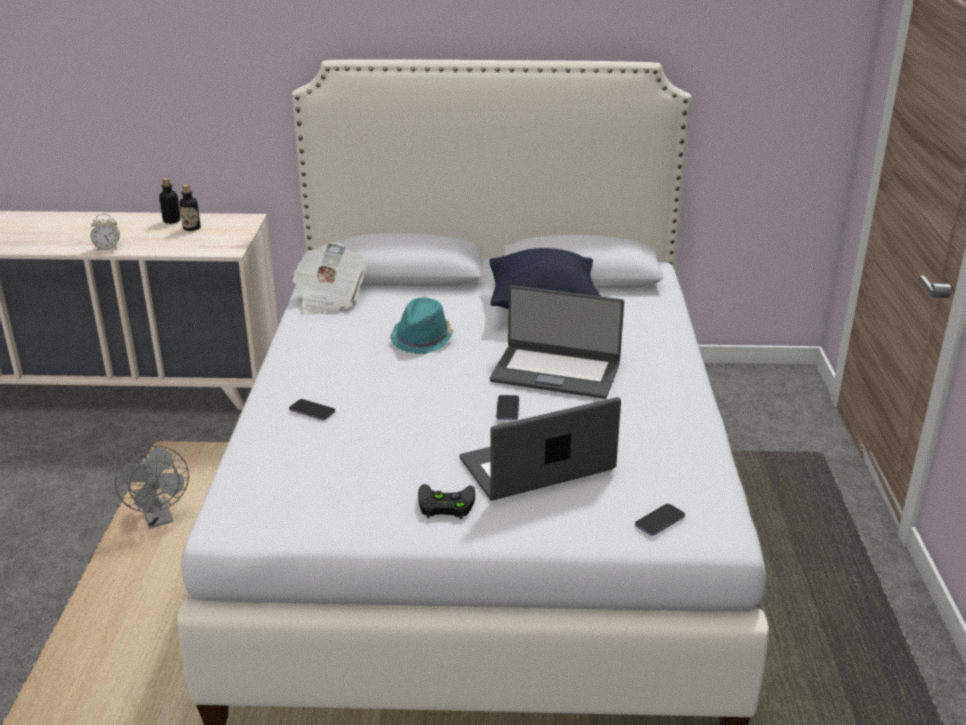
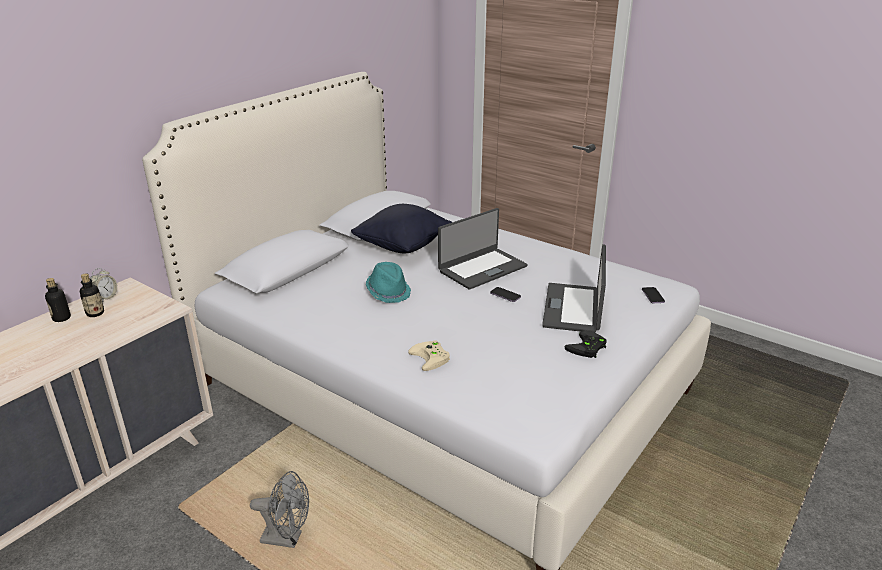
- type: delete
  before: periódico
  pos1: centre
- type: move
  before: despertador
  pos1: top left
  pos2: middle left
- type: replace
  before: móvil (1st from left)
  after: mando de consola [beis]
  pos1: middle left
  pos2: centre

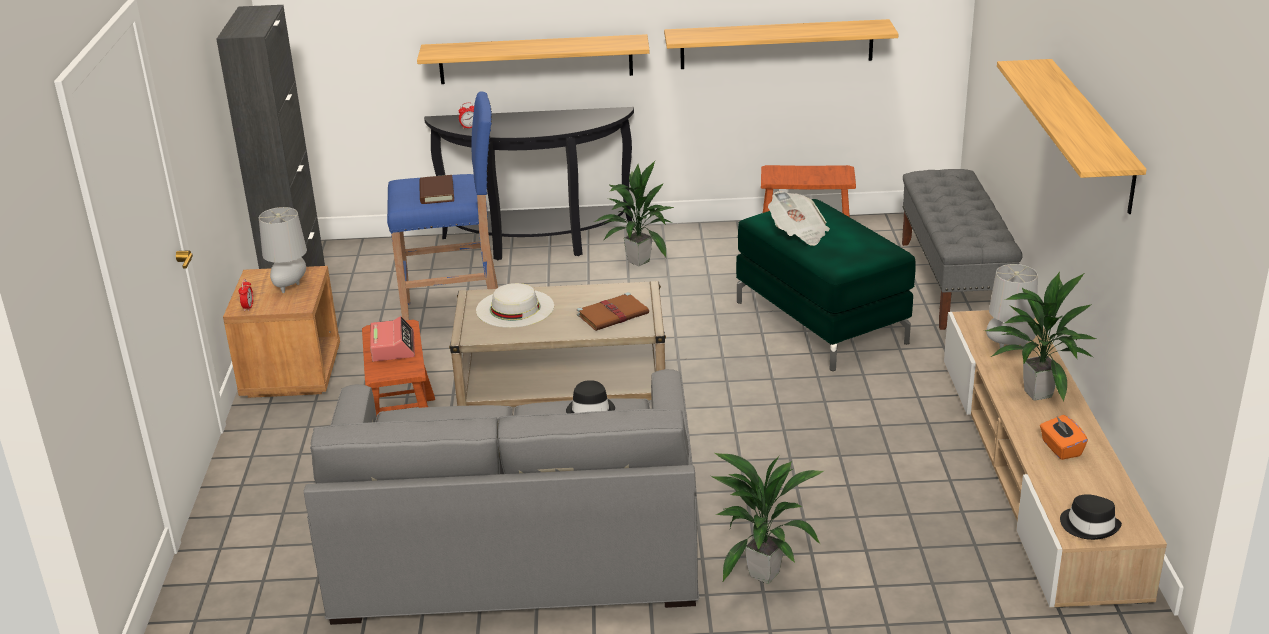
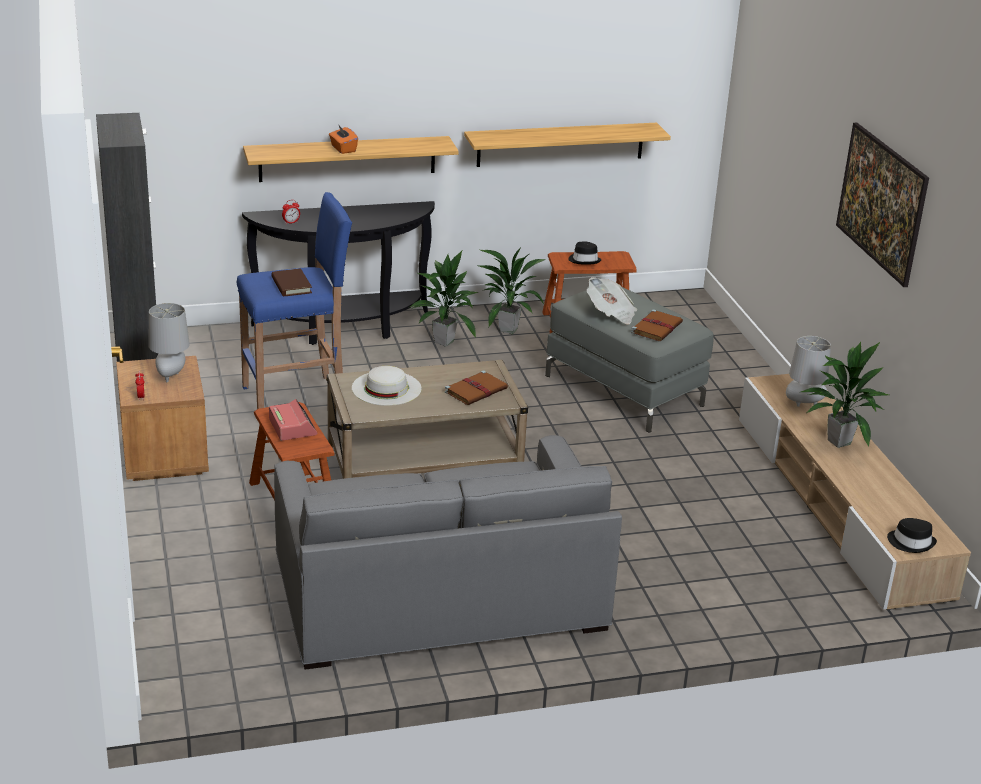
- type: delete
  before: banco [gris]
  pos1: middle right
- type: insert
  after: libro [marrón] (3rd from left)
  pos2: middle right
- type: move
  before: sombrero [negro] (1st from left)
  pos1: centre
  pos2: top centre
- type: move
  before: planta en maceta (2nd from left)
  pos1: bottom centre
  pos2: centre
- type: move
  before: caja de pañuelos [naranja]
  pos1: bottom right
  pos2: top centre
- type: replace
  before: estante (3rd from left)
  after: cuadro
  pos1: top right
  pos2: top right
- type: recolor
  before: puf [verde]
  after: puf [gris]
  pos1: centre
  pos2: centre

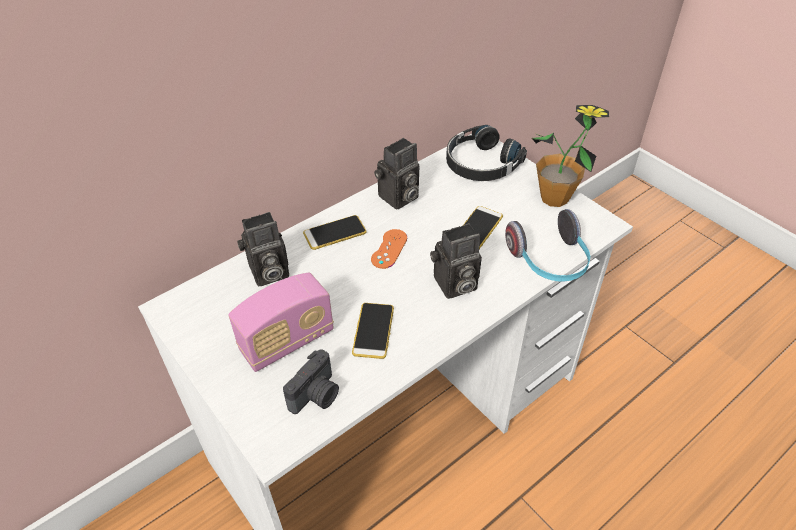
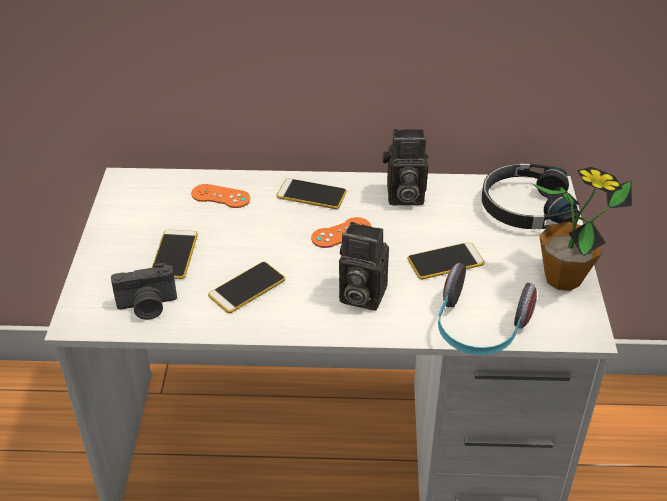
- type: replace
  before: radio
  after: móvil (1st from left)
  pos1: centre
  pos2: middle left
- type: replace
  before: cámara (1st from left)
  after: mando de consola [naranja] (1st from left)
  pos1: middle left
  pos2: middle left

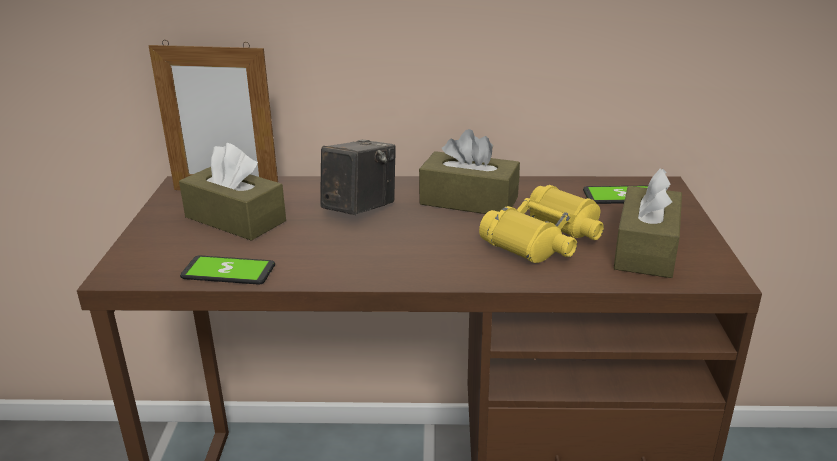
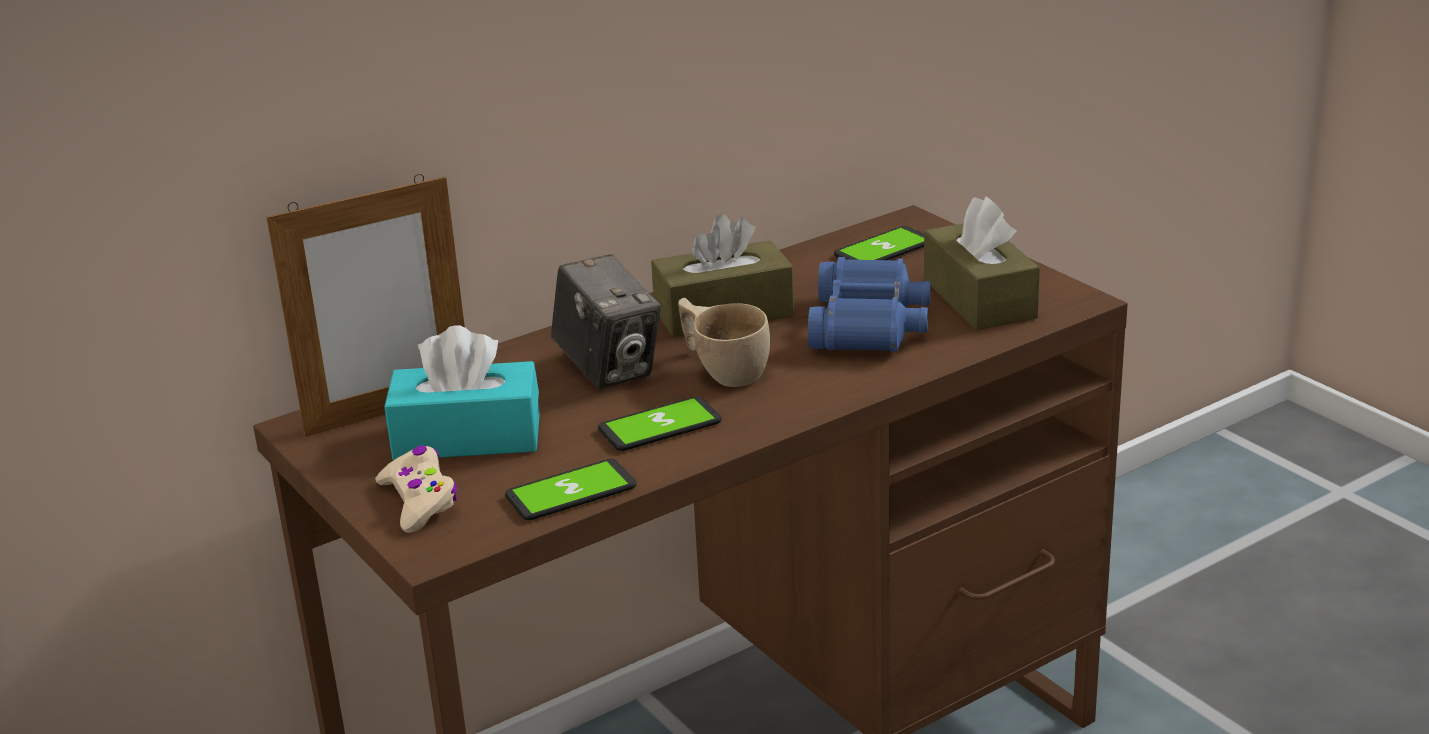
- type: insert
  after: mando de consola [beis]
  pos2: middle left
- type: insert
  after: móvil (2nd from left)
  pos2: centre
- type: insert
  after: taza [beis]
  pos2: centre
- type: recolor
  before: caja de pañuelos [marrón] (1st from left)
  after: caja de pañuelos [turquesa]
  pos1: middle left
  pos2: middle left
- type: recolor
  before: prismáticos [amarillo]
  after: prismáticos [azul]
  pos1: centre
  pos2: centre
- type: rotate
  before: cámara
  pos1: centre
  pos2: centre
  turn: 150

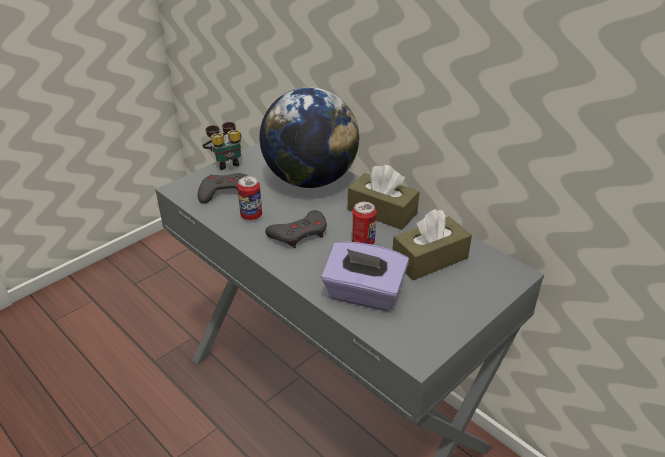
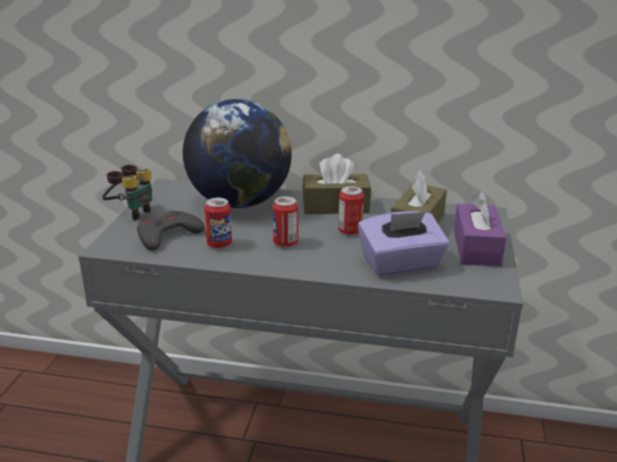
- type: insert
  after: caja de pañuelos [morado] (2nd from left)
  pos2: middle right
- type: replace
  before: mando de consola [gris] (2nd from left)
  after: lata (2nd from left)
  pos1: centre
  pos2: centre

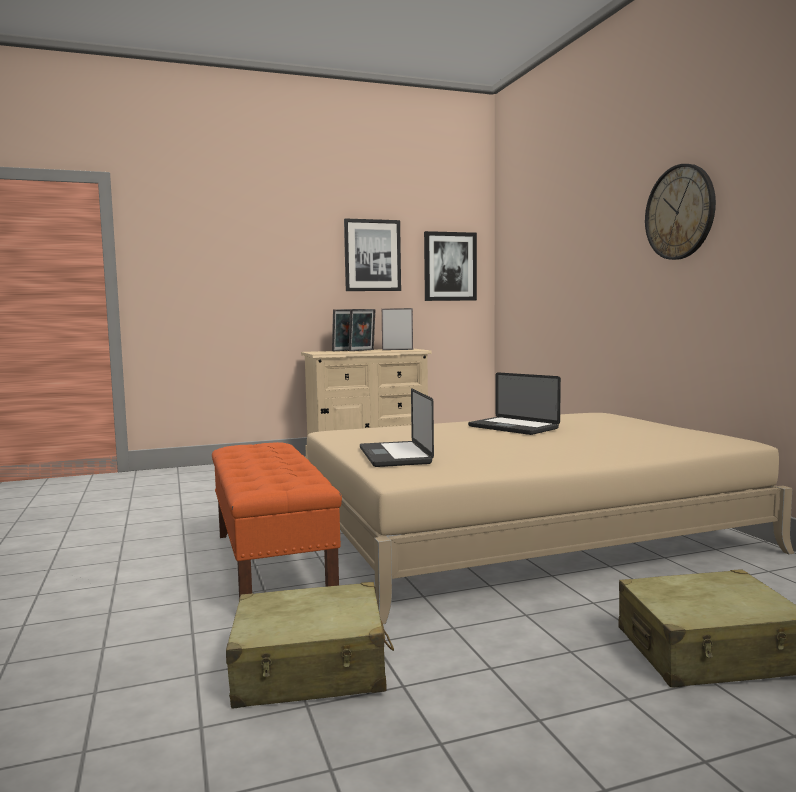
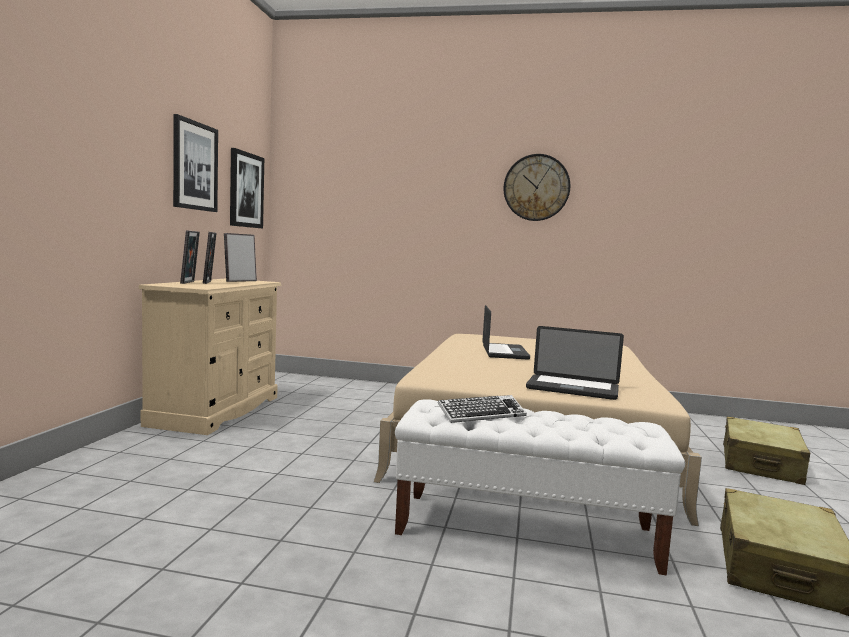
- type: insert
  after: teclado
  pos2: centre
- type: recolor
  before: banco [naranja]
  after: banco [blanco]
  pos1: centre
  pos2: bottom centre
- type: rotate
  before: portátil (2nd from left in the first image)
  pos1: centre
  pos2: centre
  turn: -75

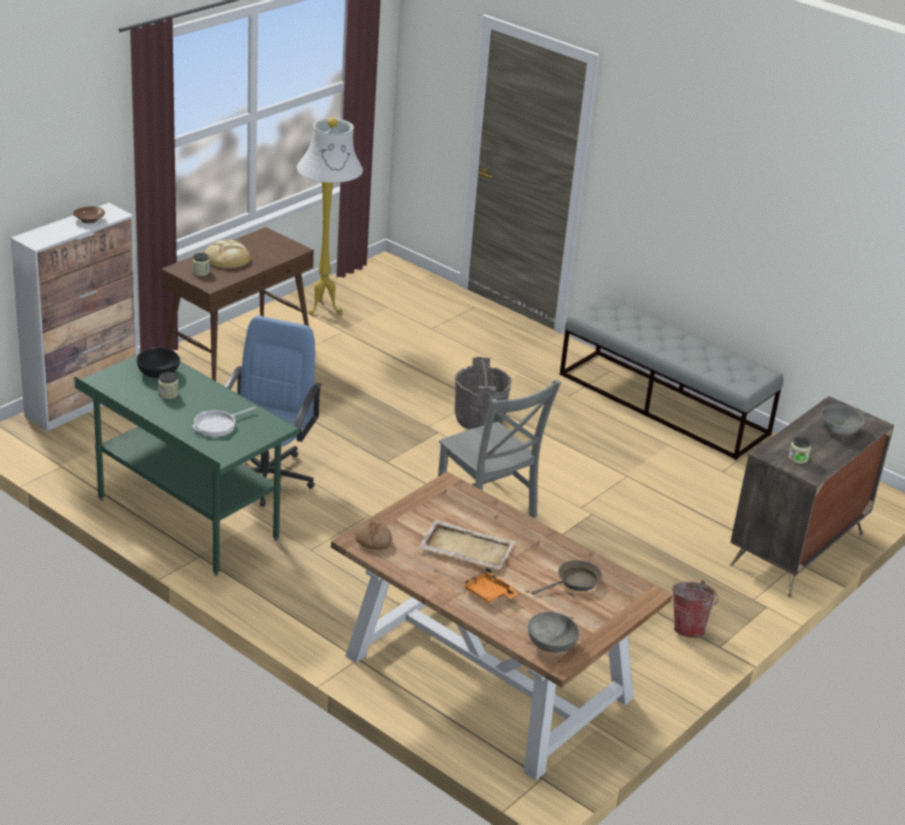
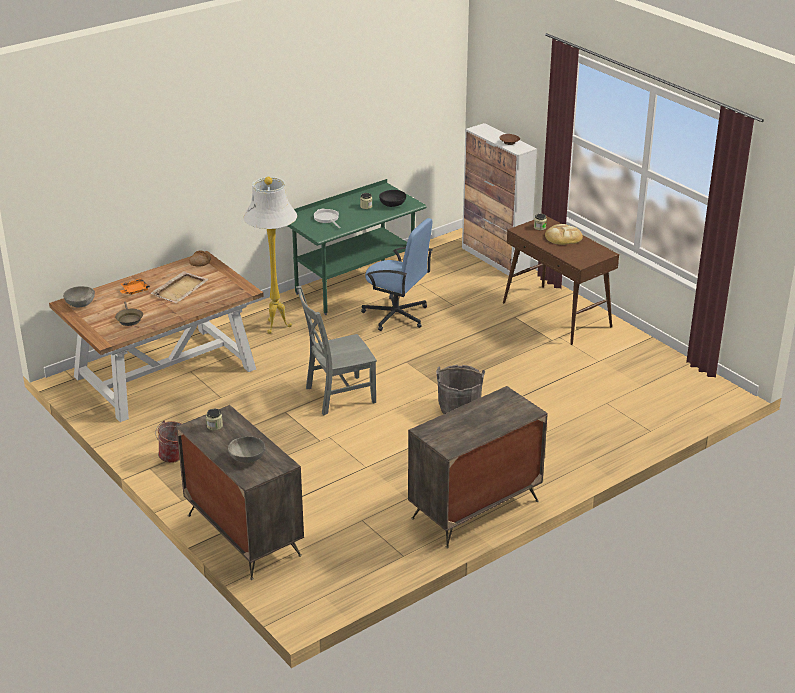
- type: move
  before: lámpara de pie [blanco]
  pos1: top centre
  pos2: centre
- type: replace
  before: banco [gris]
  after: cómoda (2nd from left)
  pos1: middle right
  pos2: bottom centre

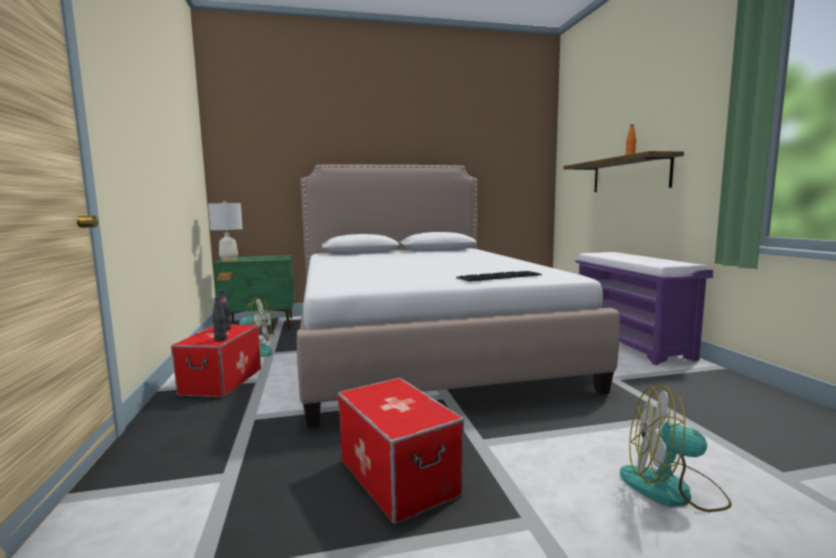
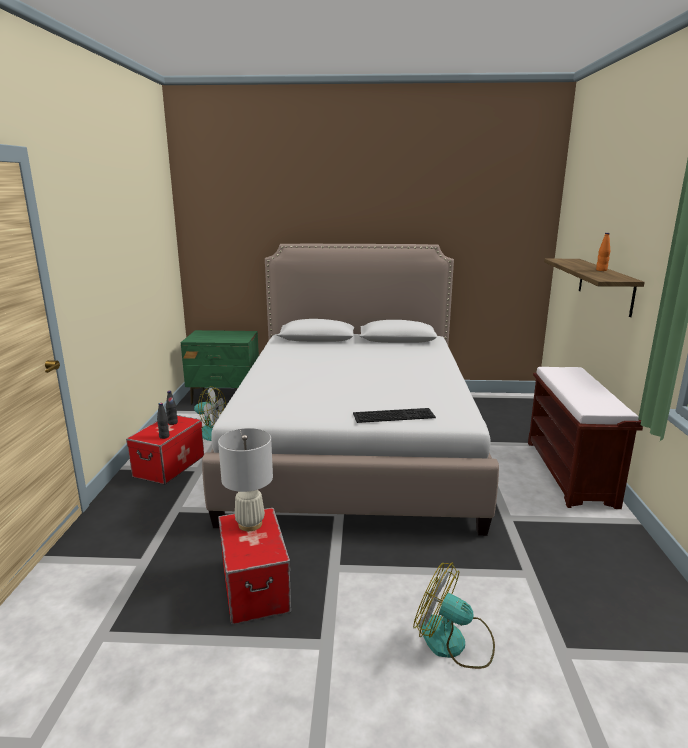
- type: move
  before: lámpara de mesa [blanco]
  pos1: middle left
  pos2: centre
- type: recolor
  before: banco [morado]
  after: banco [marrón]
  pos1: middle right
  pos2: middle right

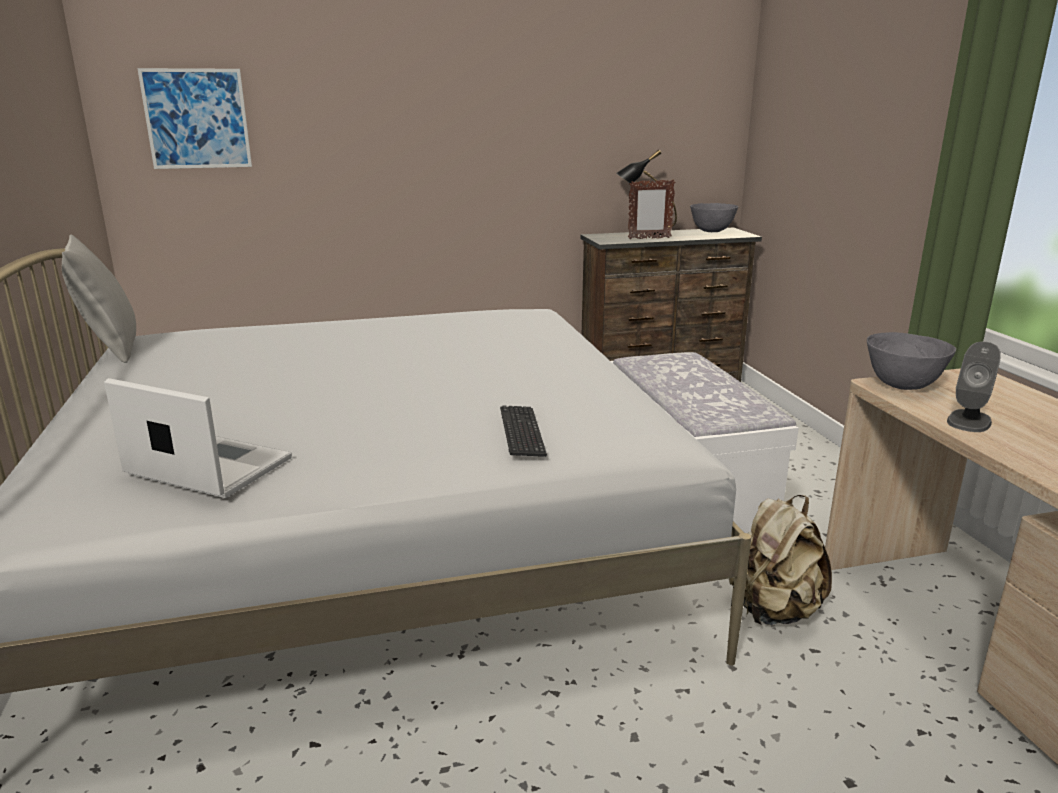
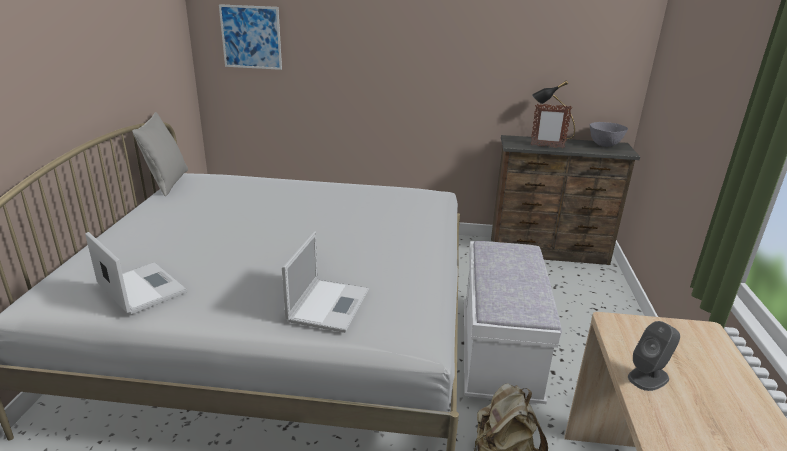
- type: delete
  before: cuenco [gris] (2nd from left)
  pos1: middle right
- type: replace
  before: teclado
  after: portátil (2nd from left)
  pos1: centre
  pos2: centre

